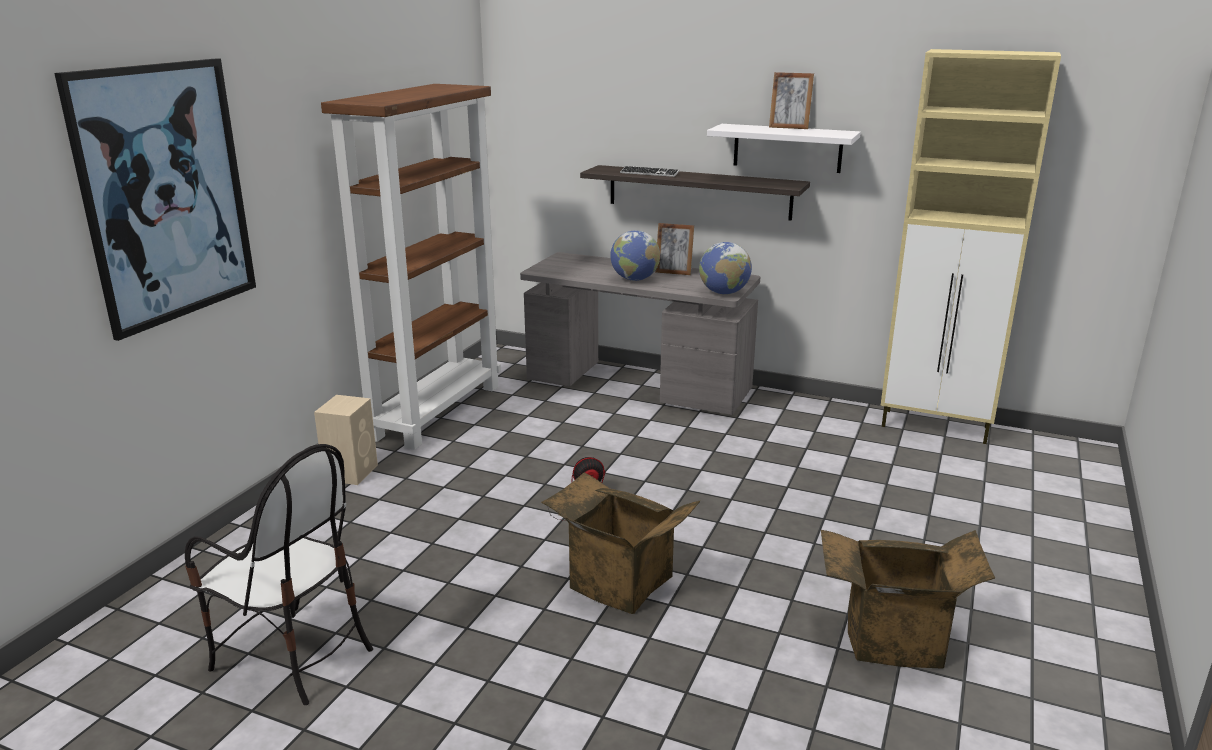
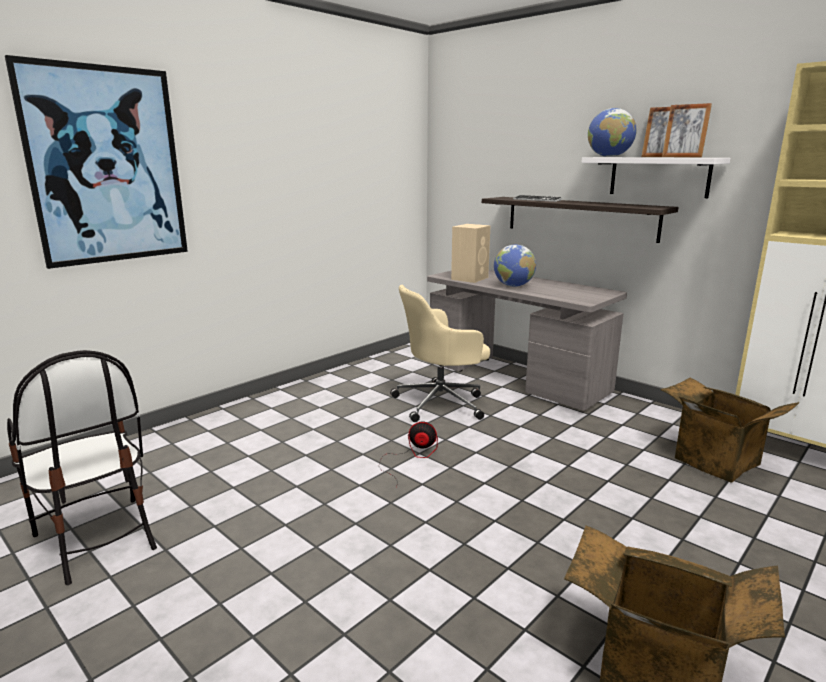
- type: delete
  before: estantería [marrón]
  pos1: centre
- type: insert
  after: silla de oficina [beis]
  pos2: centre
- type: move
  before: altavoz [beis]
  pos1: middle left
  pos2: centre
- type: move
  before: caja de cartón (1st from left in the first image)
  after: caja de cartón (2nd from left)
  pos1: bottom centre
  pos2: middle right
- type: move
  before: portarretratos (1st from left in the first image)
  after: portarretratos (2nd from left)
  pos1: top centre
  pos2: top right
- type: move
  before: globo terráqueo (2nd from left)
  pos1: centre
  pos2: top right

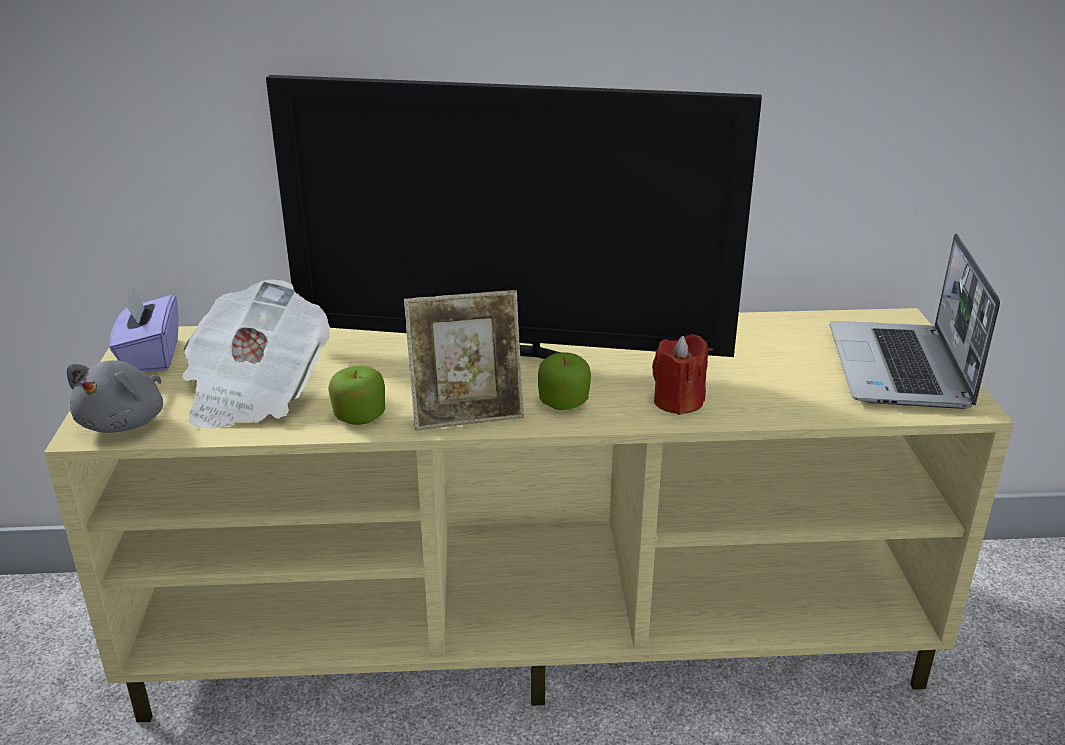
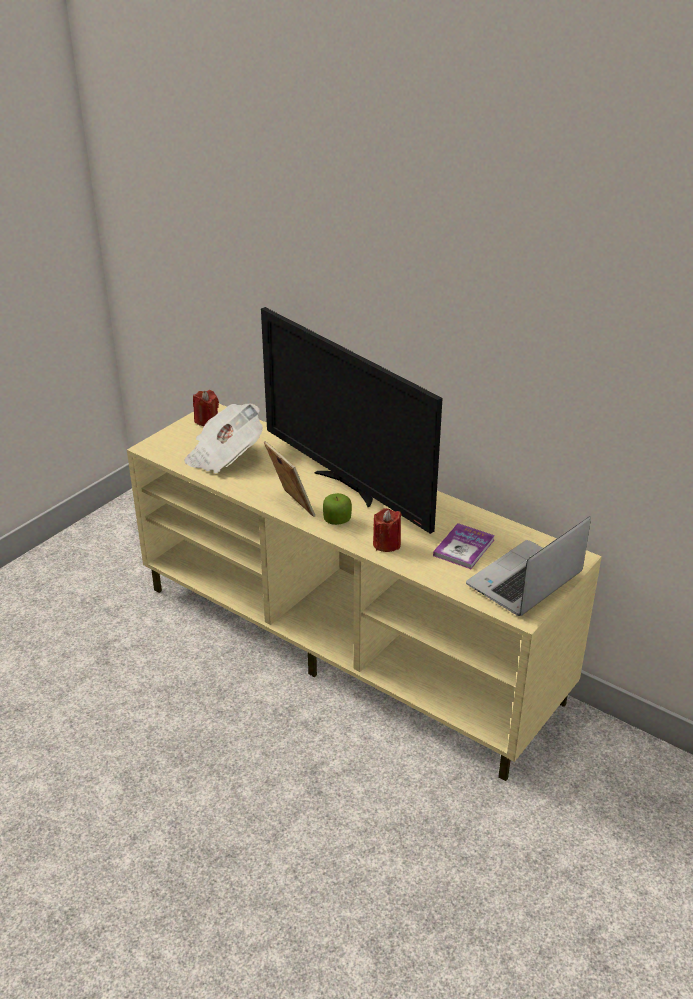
- type: delete
  before: peluche [gris]
  pos1: middle left
- type: delete
  before: manzana (1st from left)
  pos1: centre
- type: insert
  after: libro
  pos2: middle right
- type: replace
  before: caja de pañuelos [morado]
  after: vela [rojo] (1st from left)
  pos1: middle left
  pos2: middle left
- type: rotate
  before: portarretratos
  pos1: centre
  pos2: centre
  turn: -150

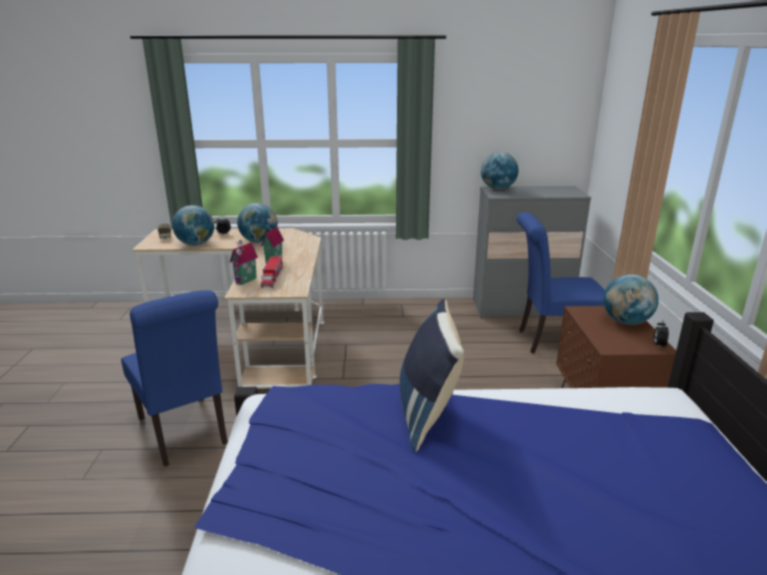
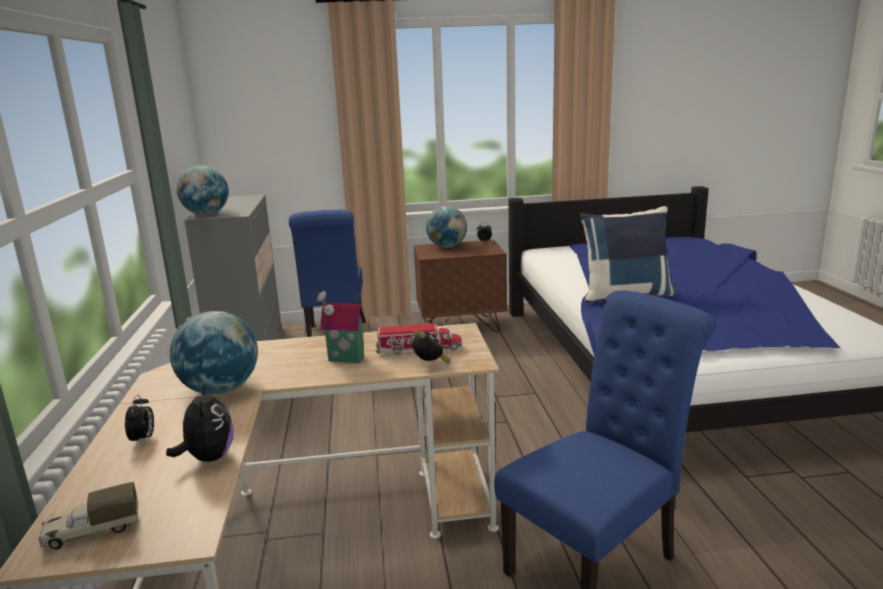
- type: replace
  before: globo terráqueo (1st from left)
  after: peluche
  pos1: middle left
  pos2: bottom left
- type: replace
  before: casita (1st from left)
  after: despertador (2nd from left)
  pos1: middle left
  pos2: centre

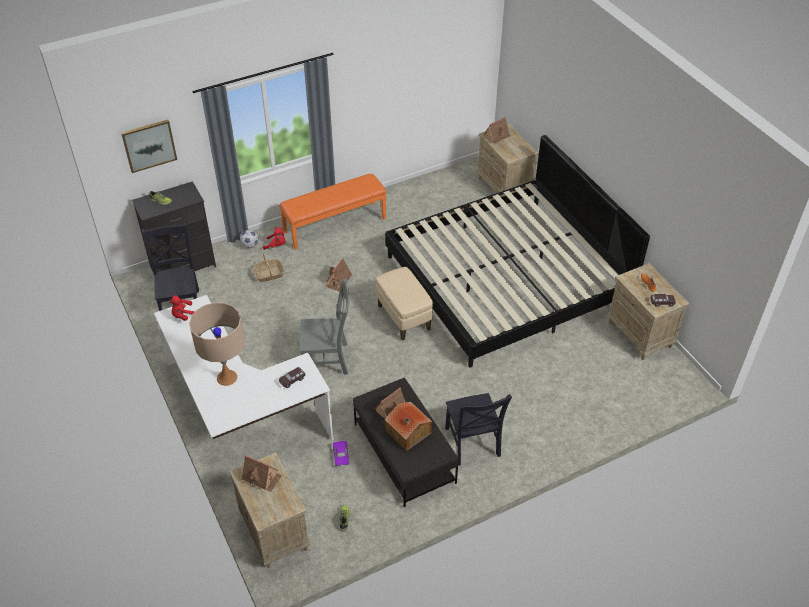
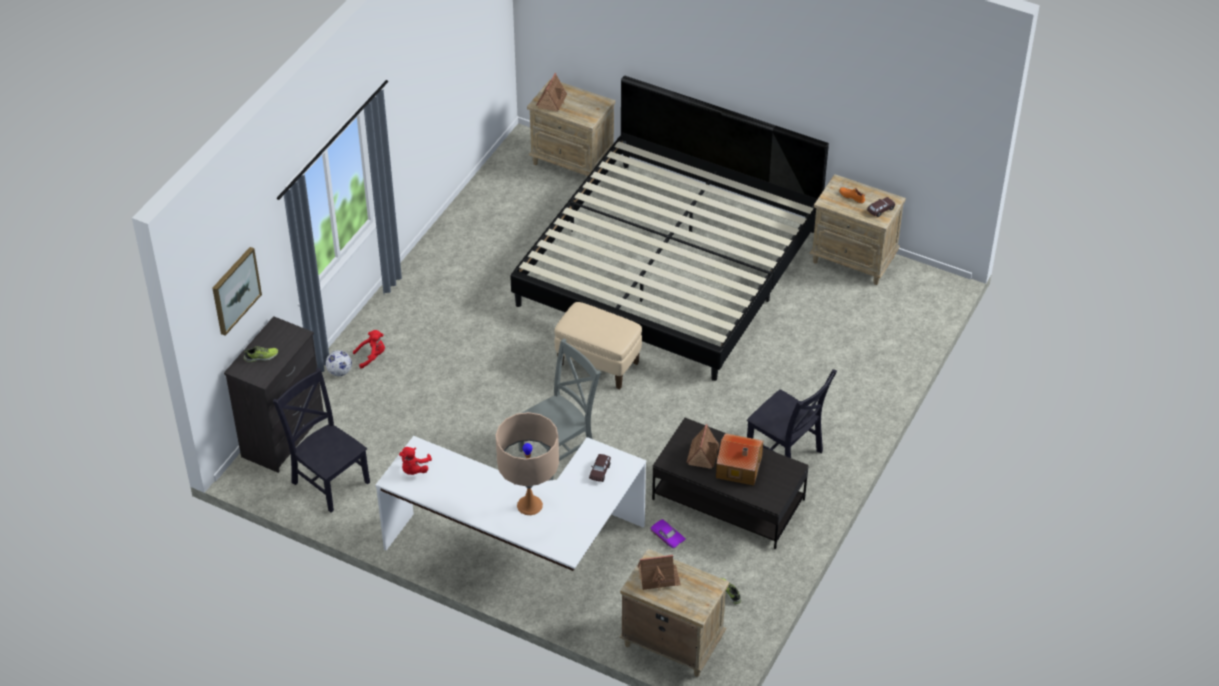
- type: delete
  before: cesta
  pos1: middle left
- type: delete
  before: banco [naranja]
  pos1: centre
- type: delete
  before: casita (2nd from left)
  pos1: centre

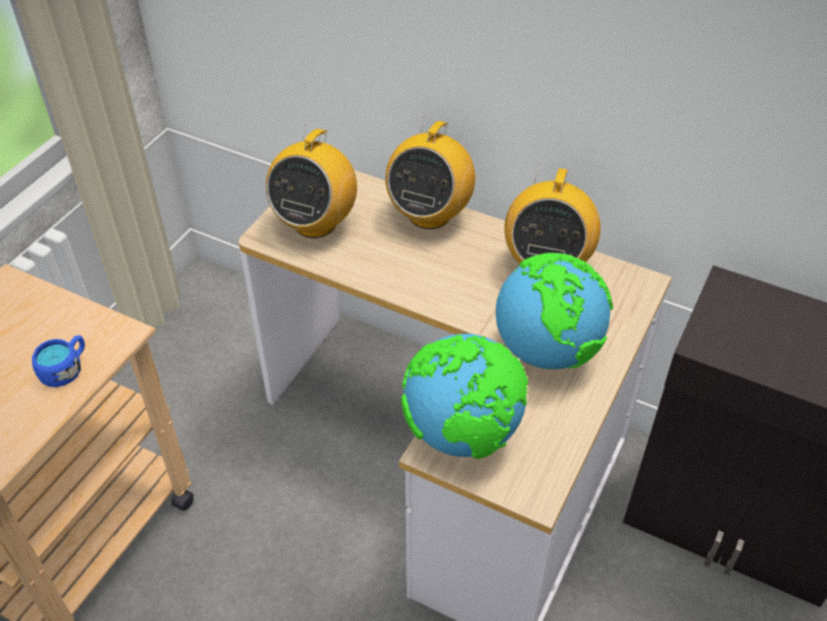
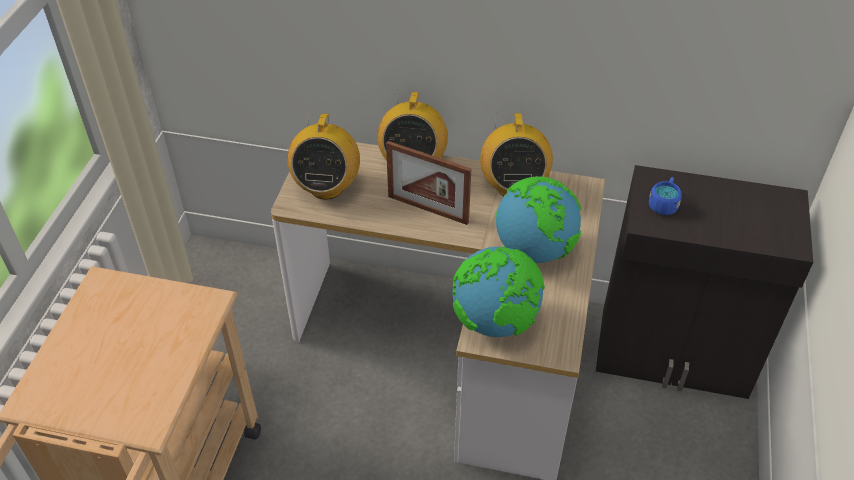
- type: insert
  after: portarretratos
  pos2: centre
- type: move
  before: taza grande [azul]
  pos1: middle left
  pos2: middle right

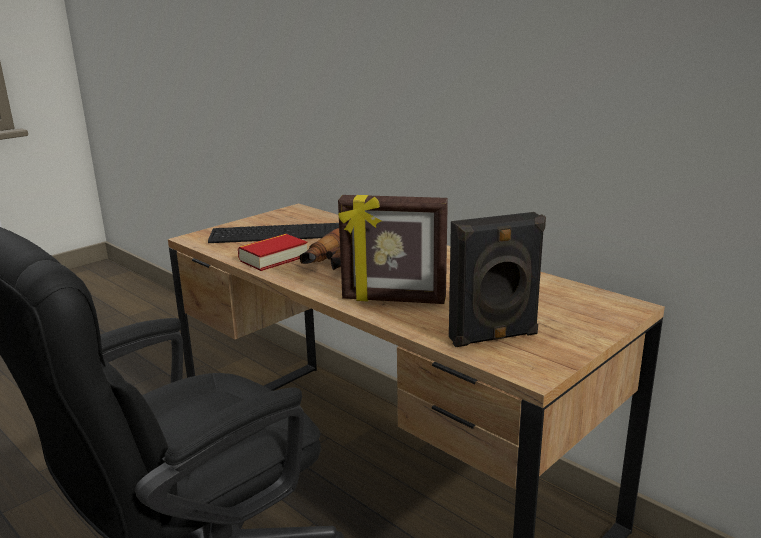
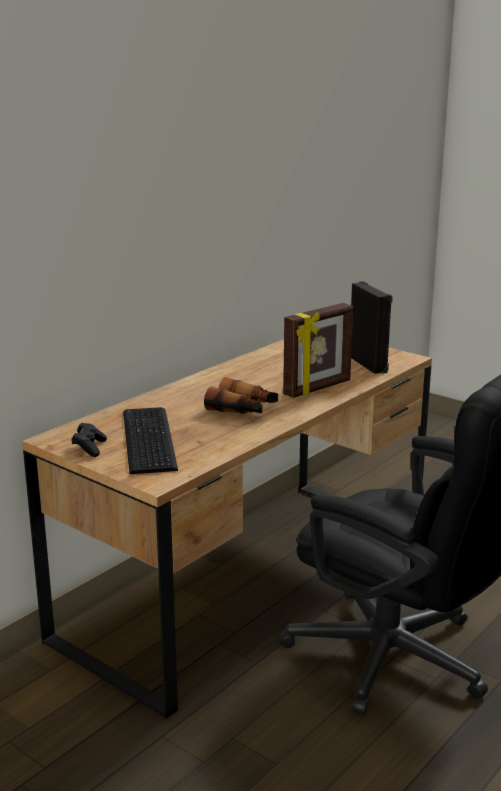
- type: delete
  before: libro
  pos1: centre
- type: insert
  after: mando de consola [negro]
  pos2: middle left
- type: rotate
  before: portarretratos
  pos1: centre
  pos2: centre
  turn: 45

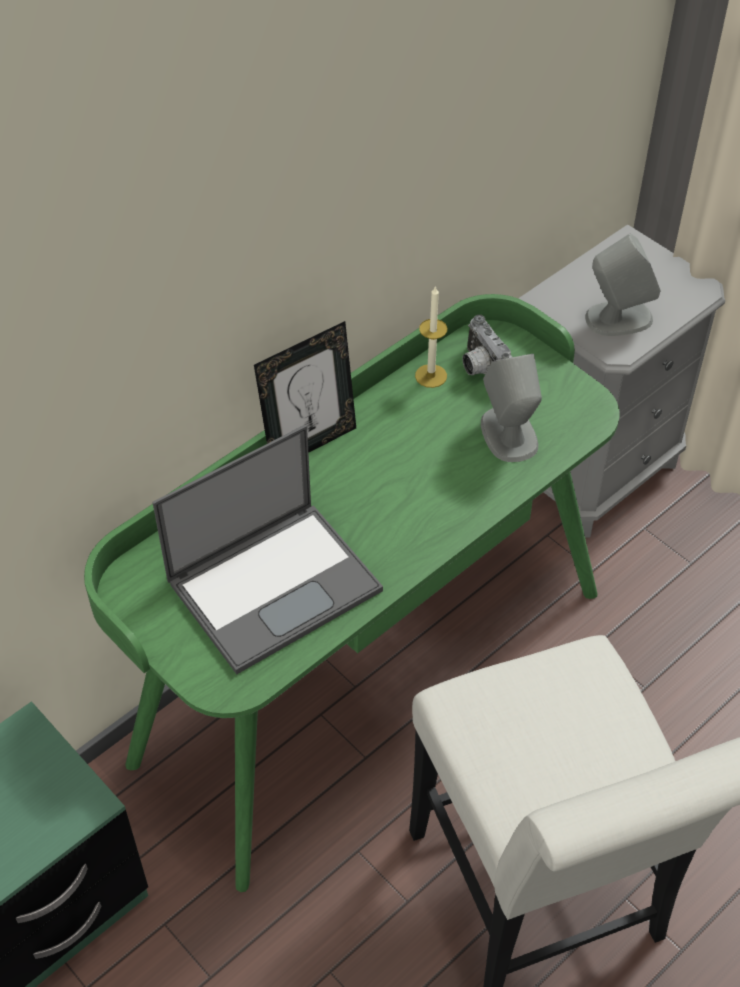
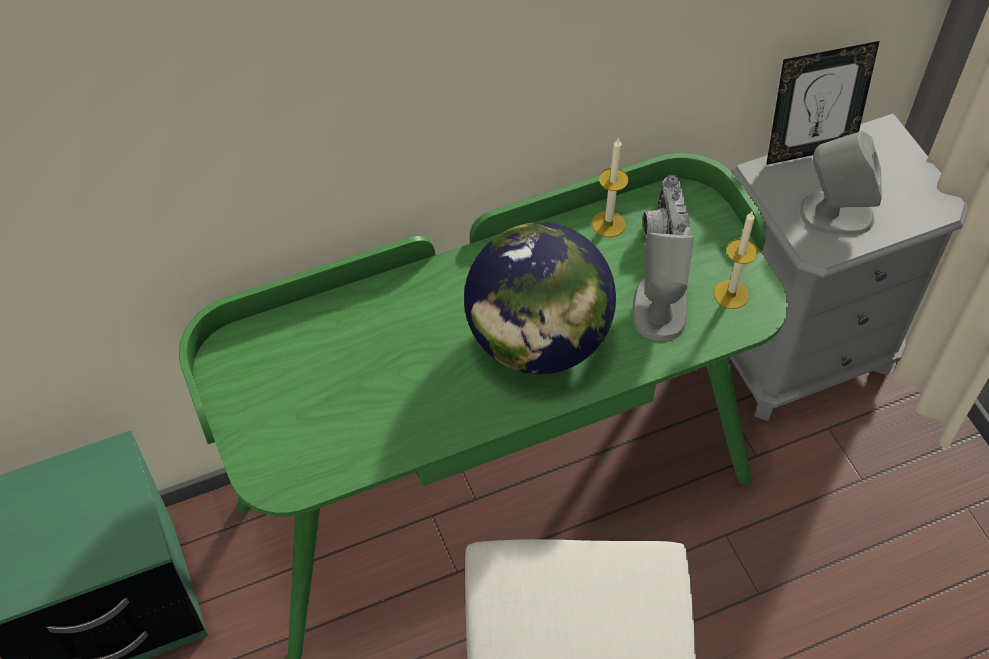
- type: delete
  before: portátil
  pos1: centre
- type: insert
  after: globo terráqueo
  pos2: centre
- type: insert
  after: vela (2nd from left)
  pos2: middle right
- type: move
  before: portarretratos
  pos1: centre
  pos2: top right

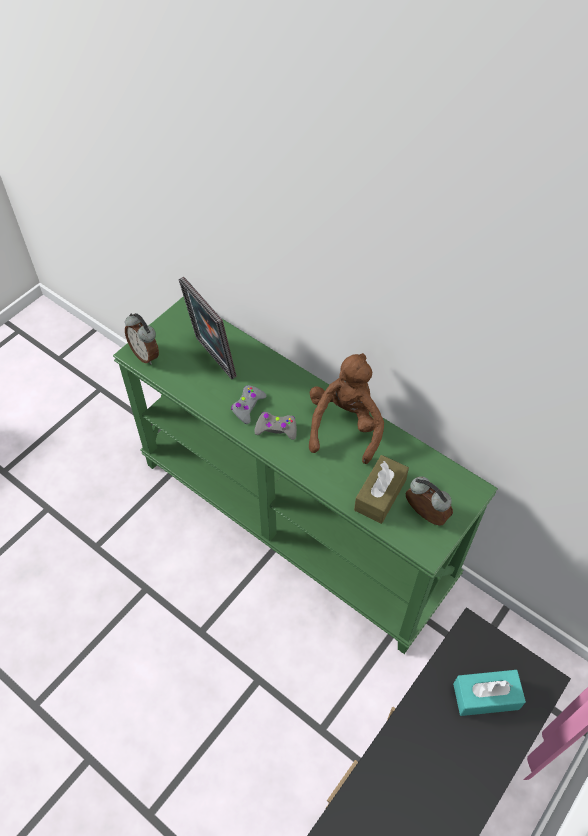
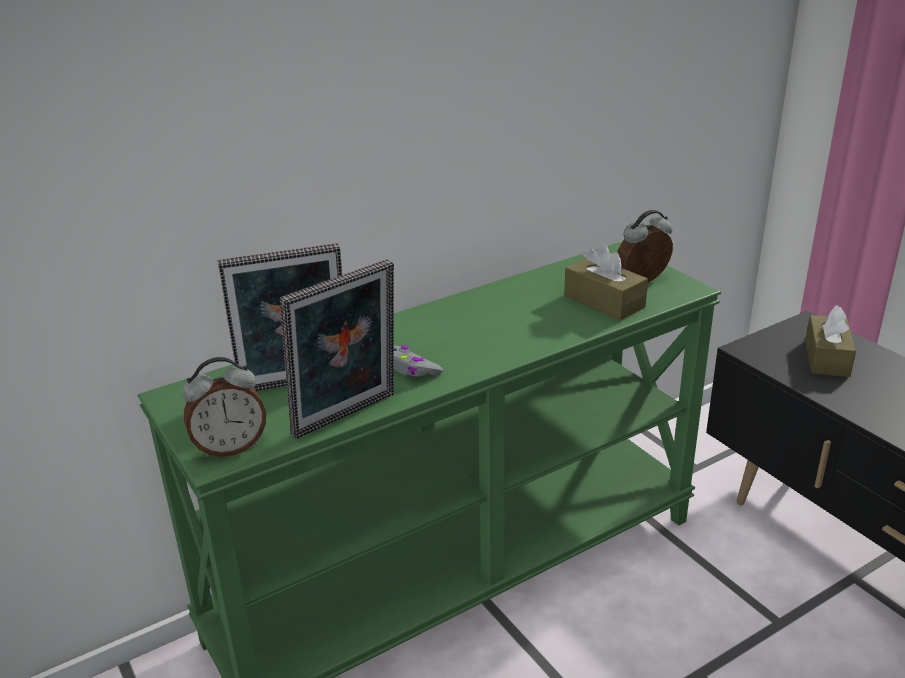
- type: delete
  before: mando de consola [gris] (2nd from left)
  pos1: centre
- type: delete
  before: peluche [marrón]
  pos1: centre
- type: insert
  after: portarretratos (2nd from left)
  pos2: centre
- type: recolor
  before: caja de pañuelos [turquesa]
  after: caja de pañuelos [marrón] (2nd from left)
  pos1: bottom right
  pos2: middle right

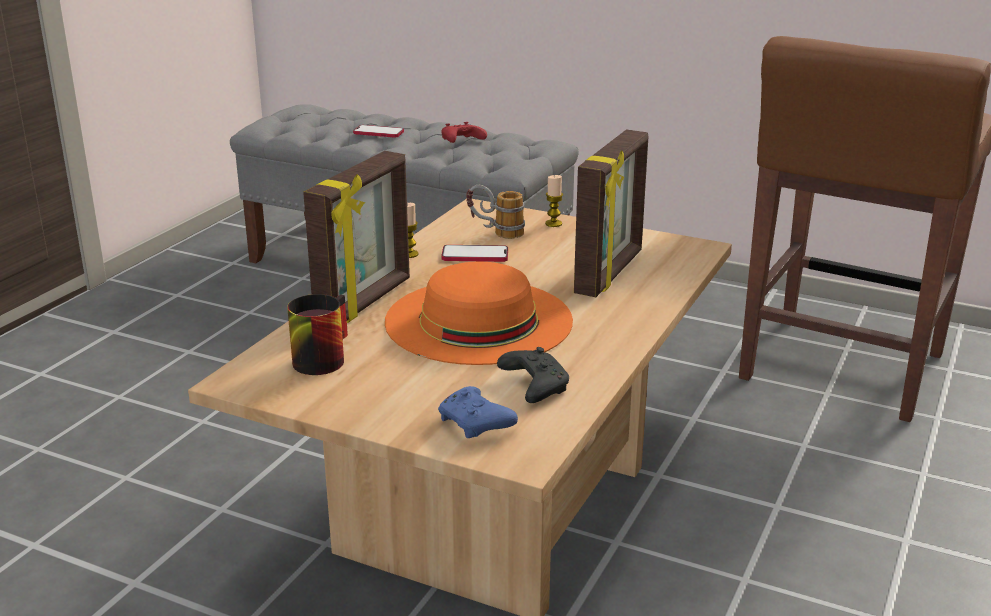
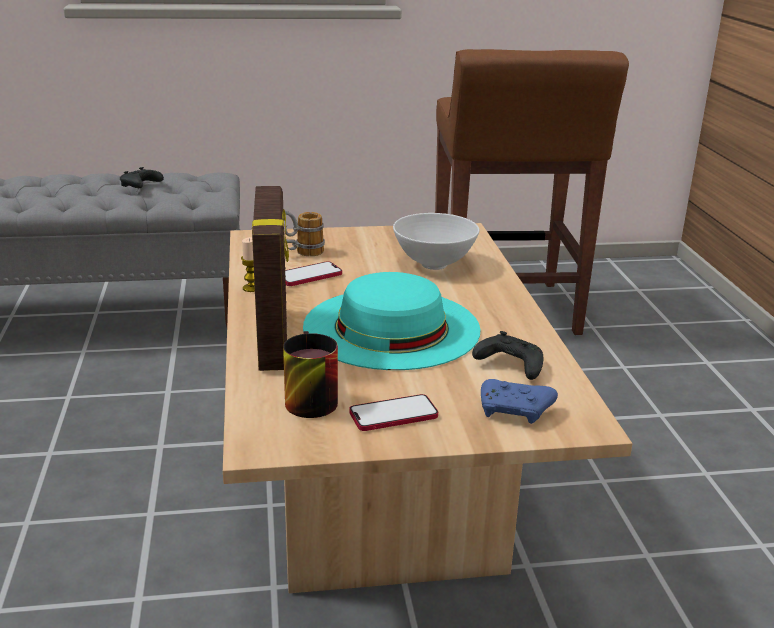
- type: delete
  before: vela (2nd from left)
  pos1: top centre
- type: move
  before: móvil (1st from left in the first image)
  after: móvil (2nd from left)
  pos1: top centre
  pos2: centre
- type: replace
  before: portarretratos (2nd from left)
  after: cuenco [blanco]
  pos1: centre
  pos2: centre
- type: recolor
  before: sombrero [naranja]
  after: sombrero [turquesa]
  pos1: centre
  pos2: centre
- type: recolor
  before: mando de consola [rojo]
  after: mando de consola [negro] (1st from left)
  pos1: top centre
  pos2: top left

